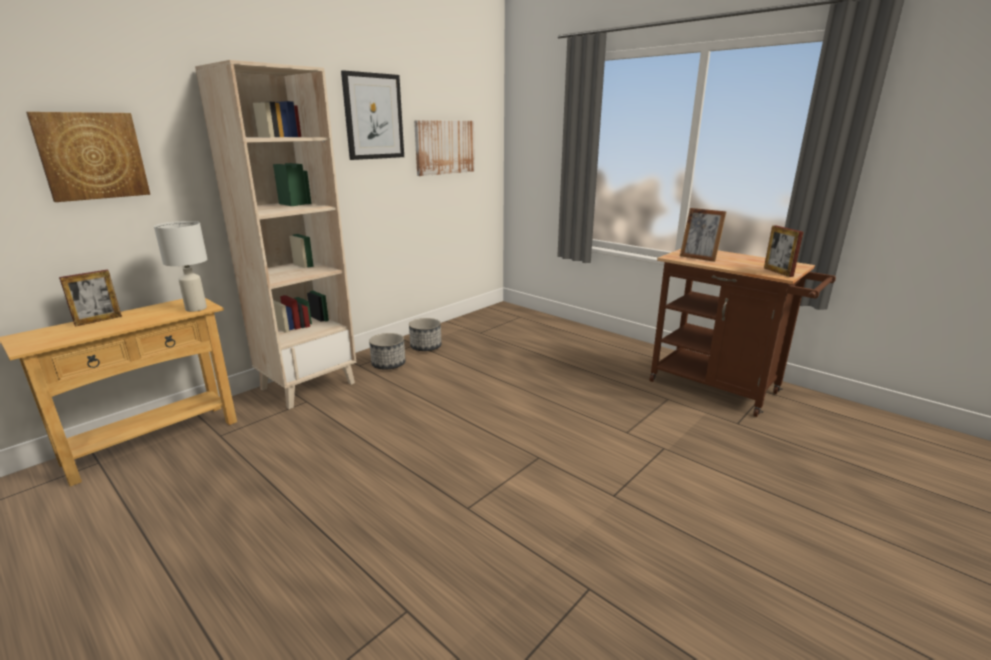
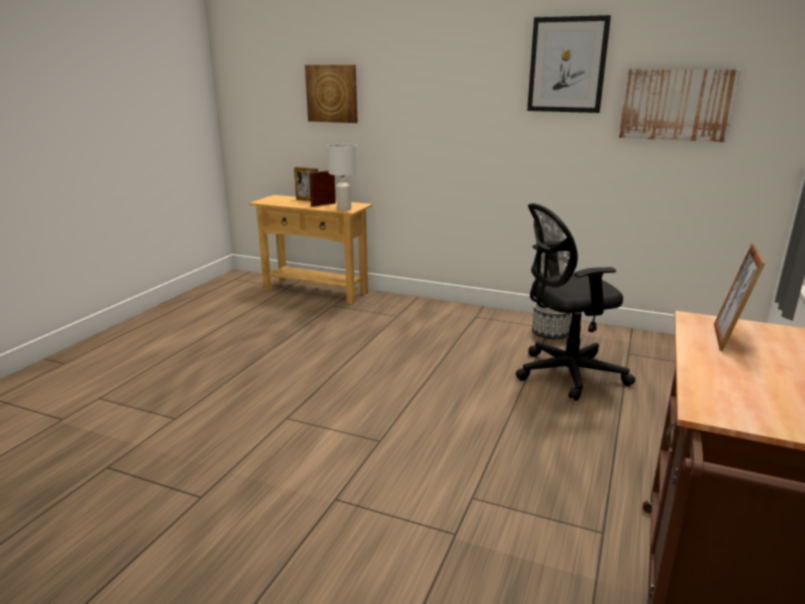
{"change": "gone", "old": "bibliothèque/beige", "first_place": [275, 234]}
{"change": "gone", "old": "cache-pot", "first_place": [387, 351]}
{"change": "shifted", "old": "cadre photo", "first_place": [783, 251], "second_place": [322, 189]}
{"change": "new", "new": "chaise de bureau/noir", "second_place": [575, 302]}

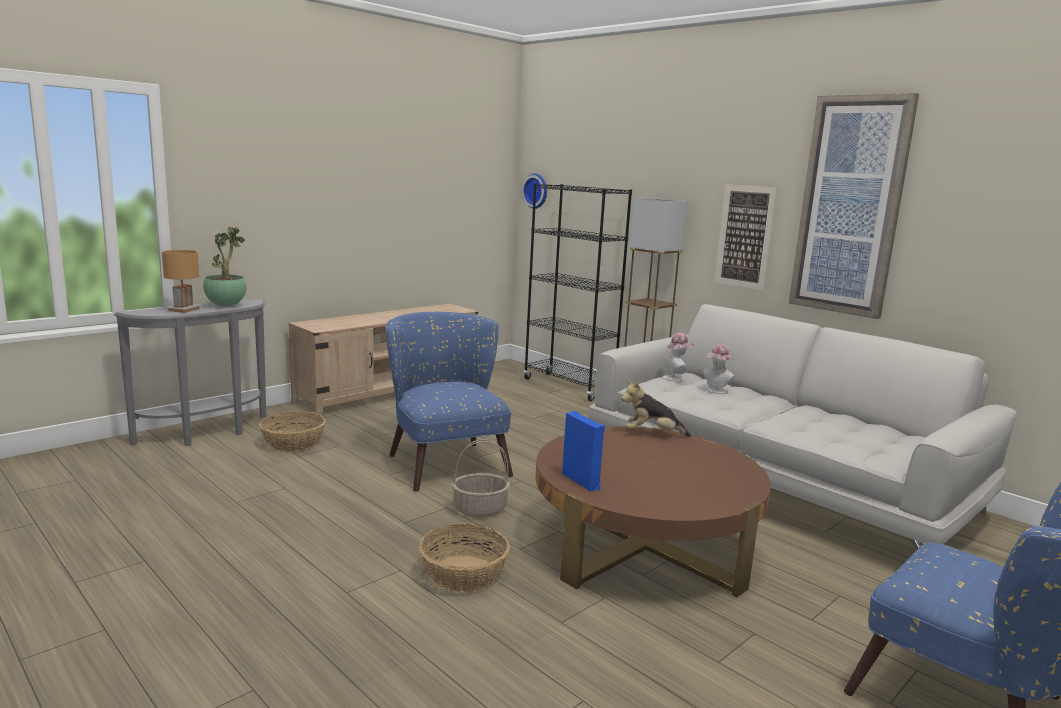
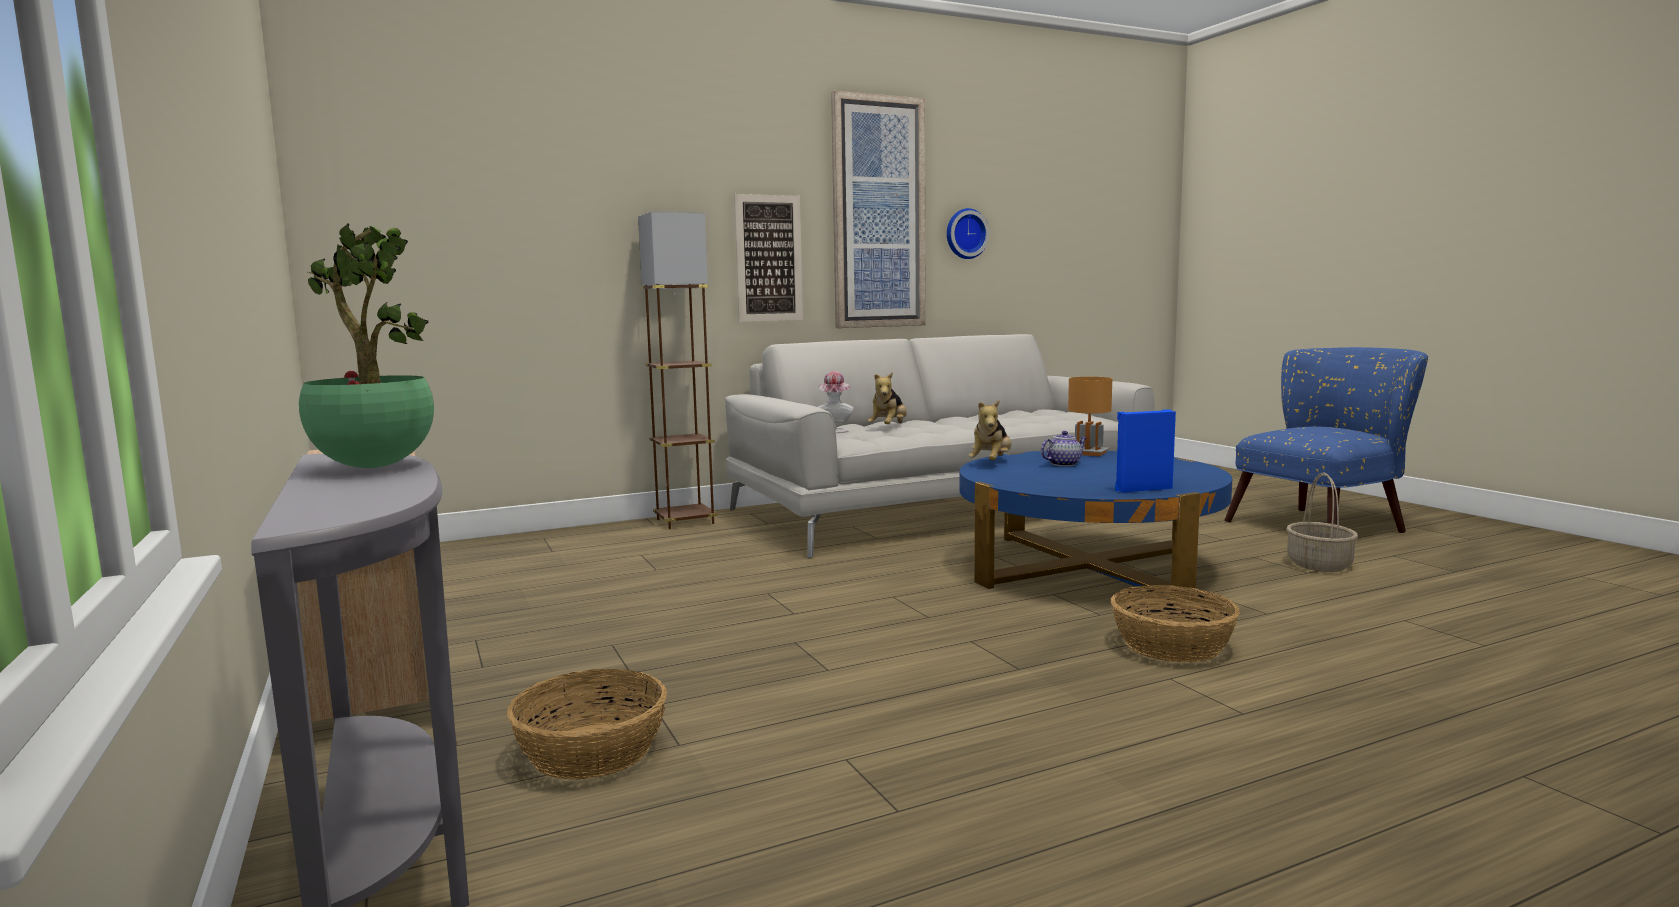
{"change": "shifted", "old": "lampe de table/marron", "first_place": [182, 281], "second_place": [1090, 416]}
{"change": "gone", "old": "fauteuil/bleu", "first_place": [449, 402]}
{"change": "shifted", "old": "panier", "first_place": [481, 478], "second_place": [1322, 522]}
{"change": "shifted", "old": "horloge murale", "first_place": [534, 191], "second_place": [968, 233]}
{"change": "gone", "old": "bibliothèque/noir", "first_place": [578, 292]}
{"change": "repainted", "old": "table basse/marron", "new": "table basse/bleu", "first_place": [653, 511], "second_place": [1095, 527]}
{"change": "swapped", "old": "chapeau", "new": "peluche", "first_place": [718, 369], "second_place": [887, 398]}
{"change": "new", "new": "théière", "second_place": [1063, 448]}

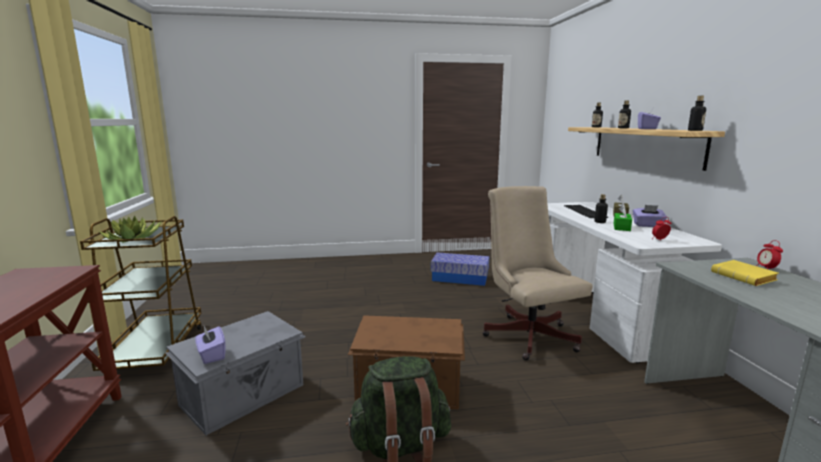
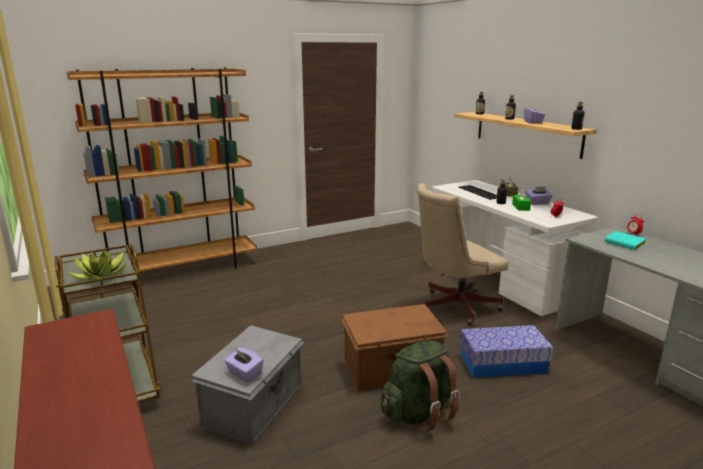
{"change": "shifted", "old": "boîte de rangement", "first_place": [460, 269], "second_place": [506, 351]}
{"change": "rotated", "old": "chaise de bureau/beige", "first_place": [537, 273], "second_place": [462, 254], "degrees": -75}
{"change": "repainted", "old": "livre/jaune", "new": "livre/turquoise", "first_place": [745, 273], "second_place": [625, 240]}
{"change": "new", "new": "bibliothèque/marron", "second_place": [161, 178]}

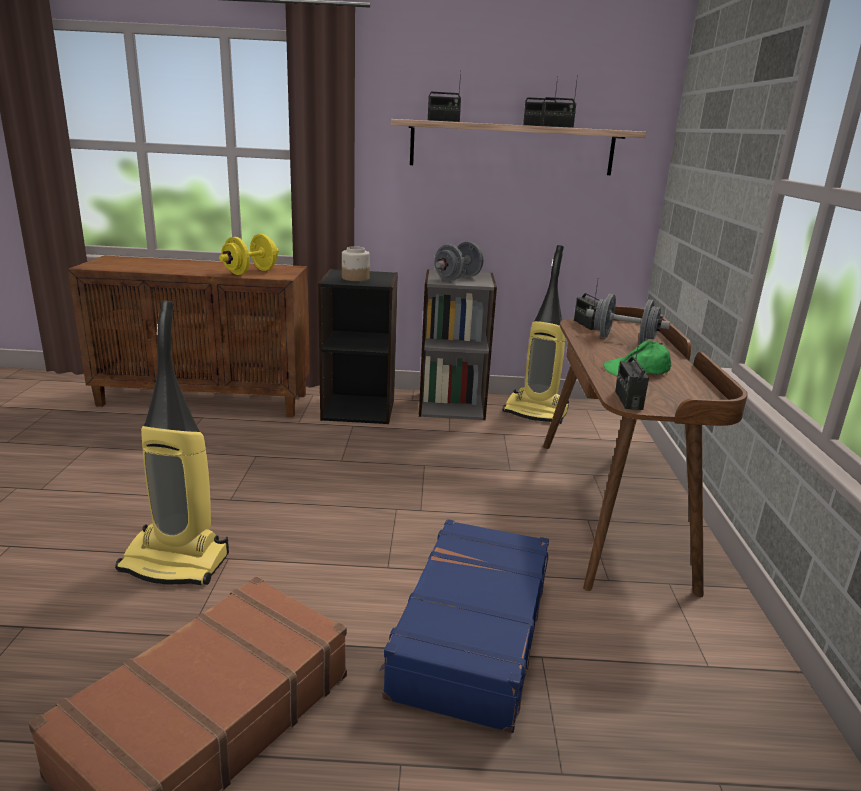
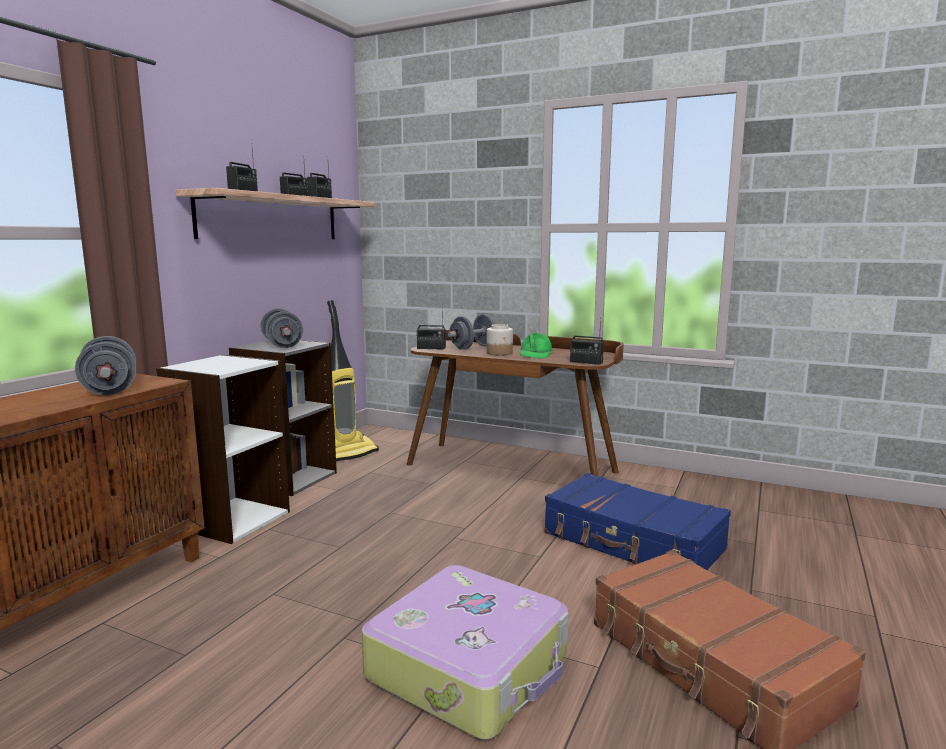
{"change": "swapped", "old": "aspirateur", "new": "valise", "first_place": [172, 442], "second_place": [465, 652]}
{"change": "repainted", "old": "haltère/jaune", "new": "haltère/gris", "first_place": [249, 254], "second_place": [105, 365]}
{"change": "repainted", "old": "bibliothèque/noir", "new": "bibliothèque/blanc", "first_place": [358, 346], "second_place": [223, 449]}
{"change": "shifted", "old": "bocal", "first_place": [356, 263], "second_place": [500, 340]}

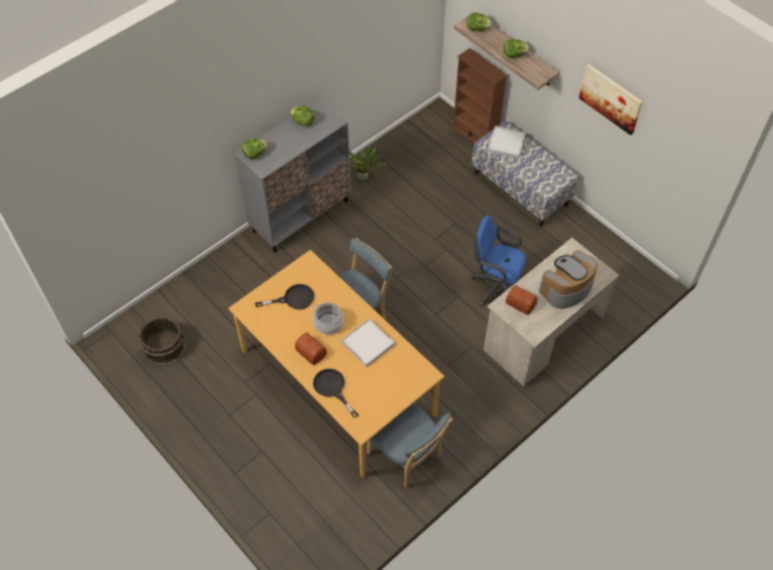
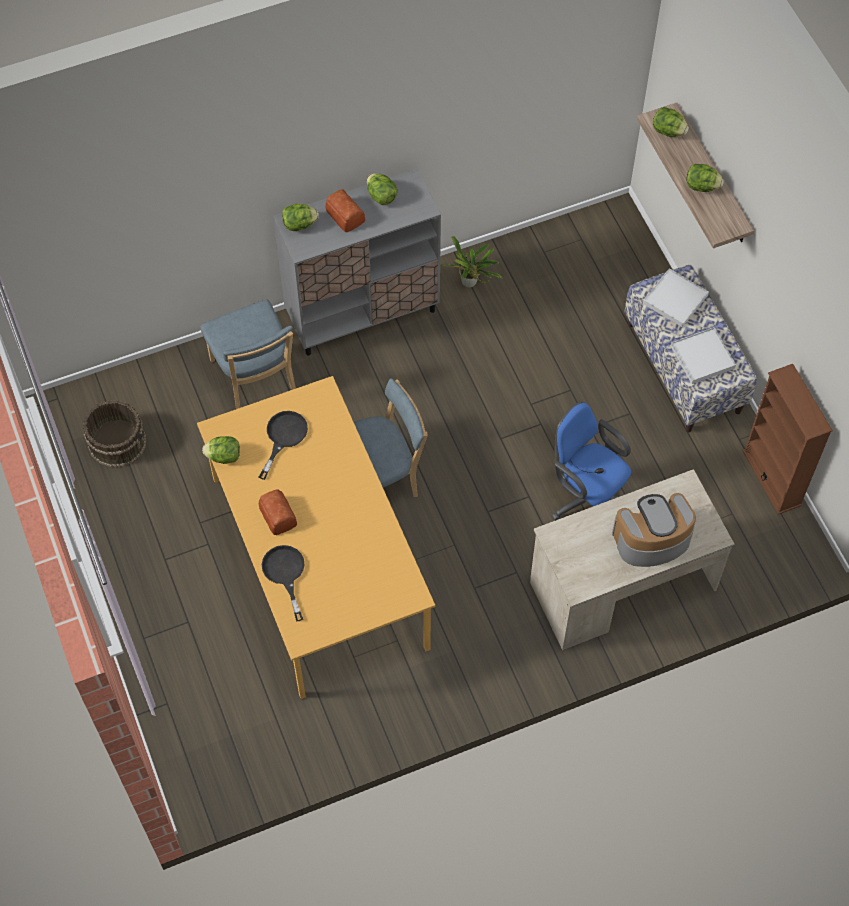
{"change": "rotated", "old": "poêle/noir", "first_place": [284, 297], "second_place": [283, 445], "degrees": -75}
{"change": "gone", "old": "marmite", "first_place": [328, 318]}
{"change": "shifted", "old": "plateau/blanc", "first_place": [368, 342], "second_place": [703, 355]}
{"change": "shifted", "old": "chaise/bleu", "first_place": [410, 445], "second_place": [248, 354]}
{"change": "shifted", "old": "bibliothèque/marron", "first_place": [479, 96], "second_place": [788, 439]}
{"change": "shifted", "old": "pain", "first_place": [521, 300], "second_place": [345, 210]}
{"change": "gone", "old": "tableau", "first_place": [611, 99]}
{"change": "new", "new": "laitue", "second_place": [221, 450]}

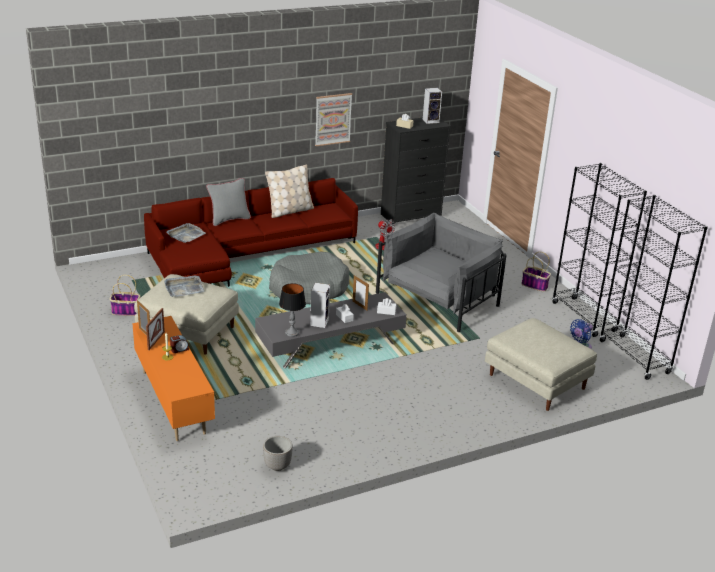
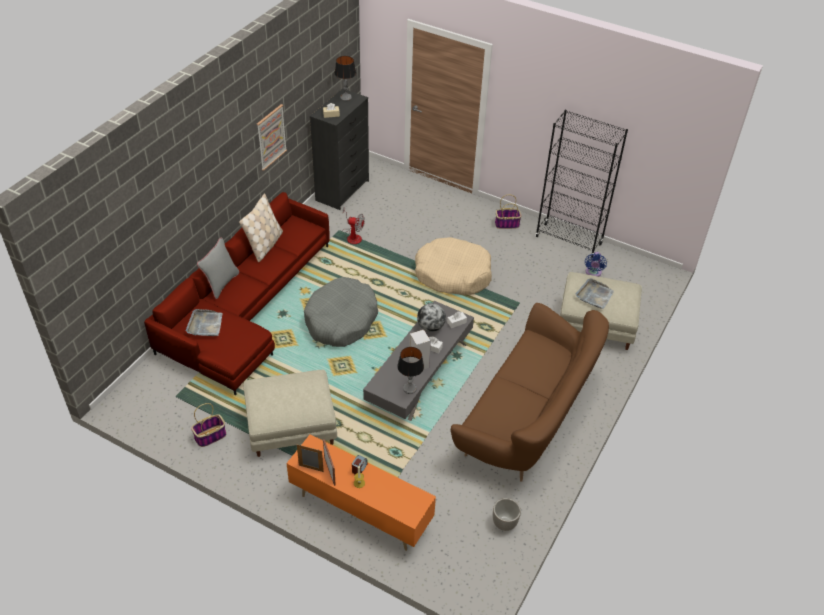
{"change": "shifted", "old": "plateau/gris", "first_place": [184, 286], "second_place": [595, 293]}
{"change": "swapped", "old": "cadre photo", "new": "globe", "first_place": [361, 292], "second_place": [431, 317]}
{"change": "swapped", "old": "fauteuil/gris", "new": "panier pour chien/beige", "first_place": [441, 272], "second_place": [453, 266]}
{"change": "swapped", "old": "enceinte", "new": "lampe de table", "first_place": [432, 106], "second_place": [345, 78]}
{"change": "gone", "old": "bibliothèque/noir", "first_place": [654, 287]}
{"change": "new", "new": "canapé/marron", "second_place": [530, 392]}

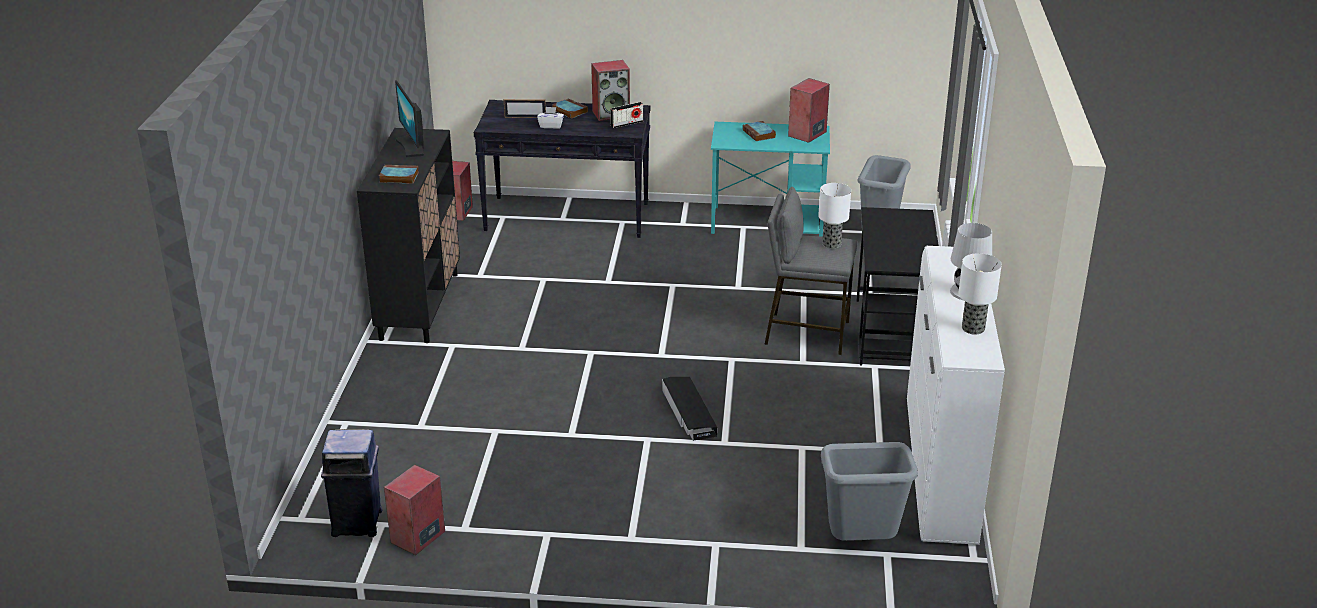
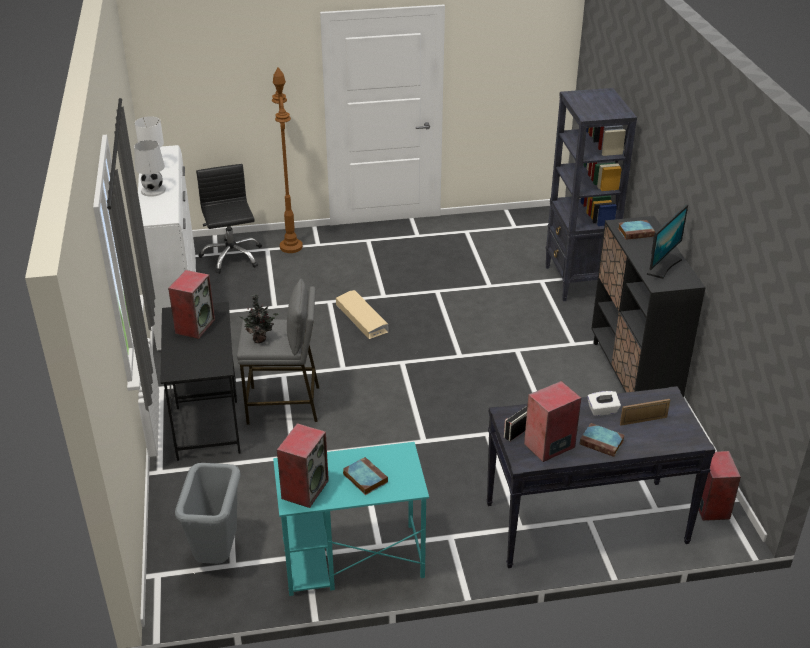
{"change": "gone", "old": "poubelle/bleu", "first_place": [351, 483]}
{"change": "shifted", "old": "enceinte", "first_place": [414, 509], "second_place": [191, 304]}
{"change": "rotated", "old": "écran d'ordinateur", "first_place": [409, 118], "second_place": [667, 241], "degrees": 75}
{"change": "repainted", "old": "boîte de rangement/noir", "new": "boîte de rangement/beige", "first_place": [690, 409], "second_place": [362, 314]}
{"change": "swapped", "old": "lampe de table", "new": "plante en pot", "first_place": [834, 216], "second_place": [259, 318]}
{"change": "swapped", "old": "poubelle/gris", "new": "chaise de bureau/noir", "first_place": [869, 491], "second_place": [229, 219]}
{"change": "new", "new": "lampadaire/marron", "second_place": [287, 160]}
{"change": "new", "new": "bibliothèque/noir", "second_place": [591, 194]}

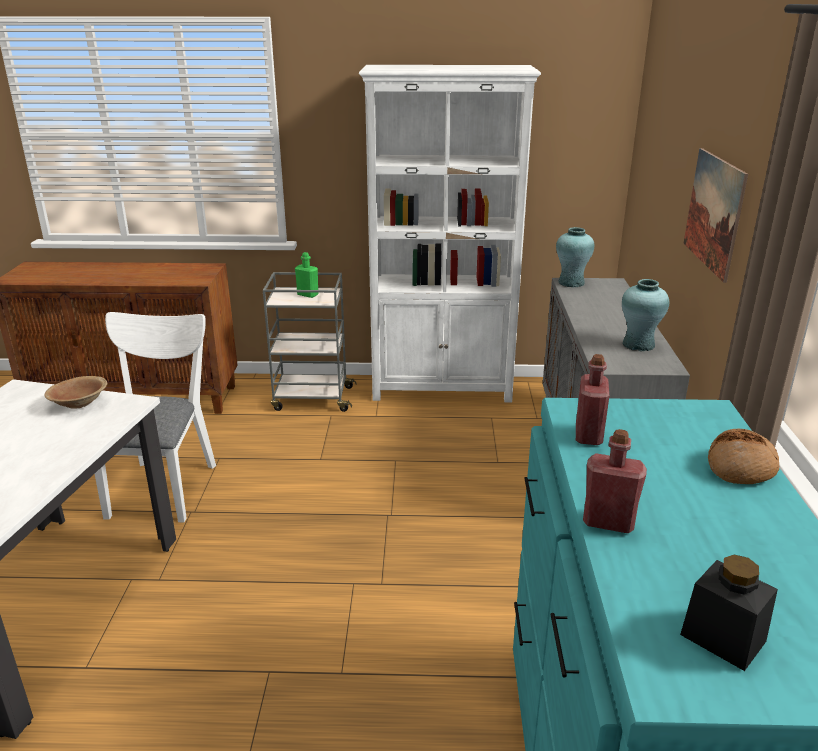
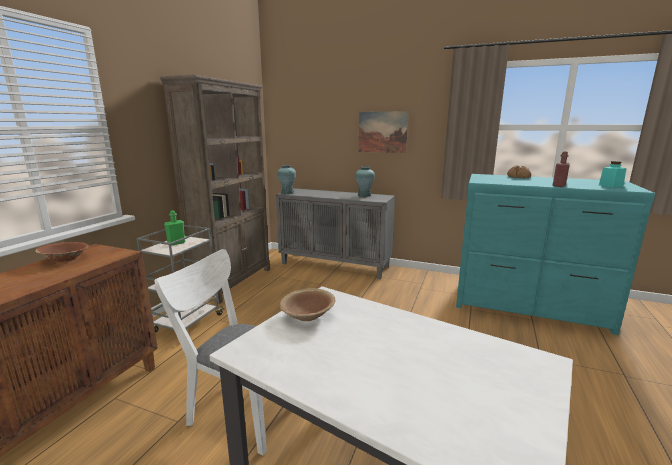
{"change": "repainted", "old": "bibliothèque/blanc", "new": "bibliothèque/marron", "first_place": [450, 233], "second_place": [215, 189]}
{"change": "gone", "old": "bouteille/rouge", "first_place": [592, 399]}
{"change": "repainted", "old": "bocal/noir", "new": "bocal/turquoise", "first_place": [729, 613], "second_place": [612, 174]}
{"change": "new", "new": "bol/marron", "second_place": [62, 252]}

